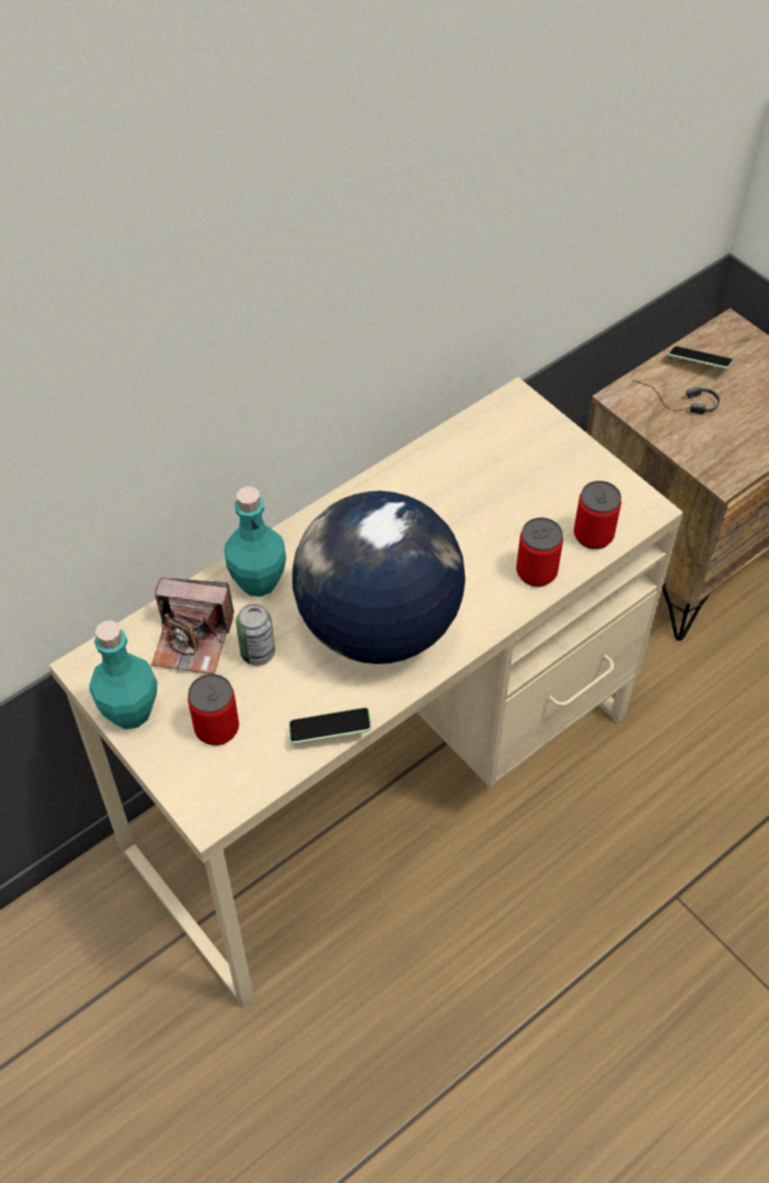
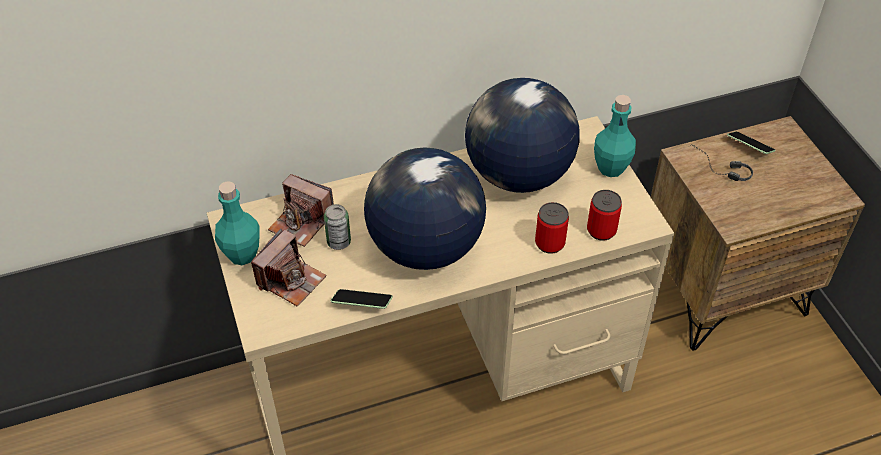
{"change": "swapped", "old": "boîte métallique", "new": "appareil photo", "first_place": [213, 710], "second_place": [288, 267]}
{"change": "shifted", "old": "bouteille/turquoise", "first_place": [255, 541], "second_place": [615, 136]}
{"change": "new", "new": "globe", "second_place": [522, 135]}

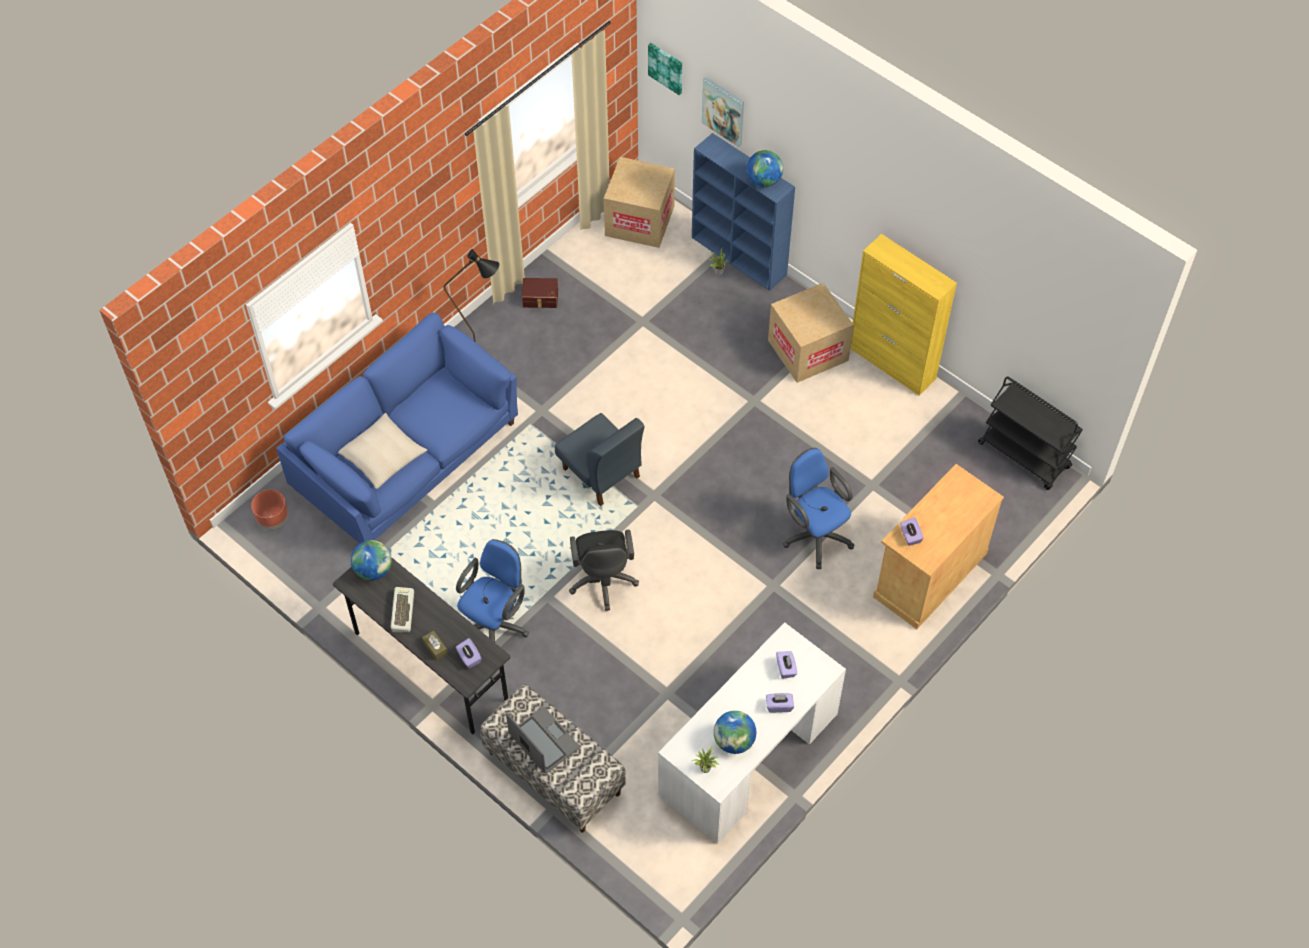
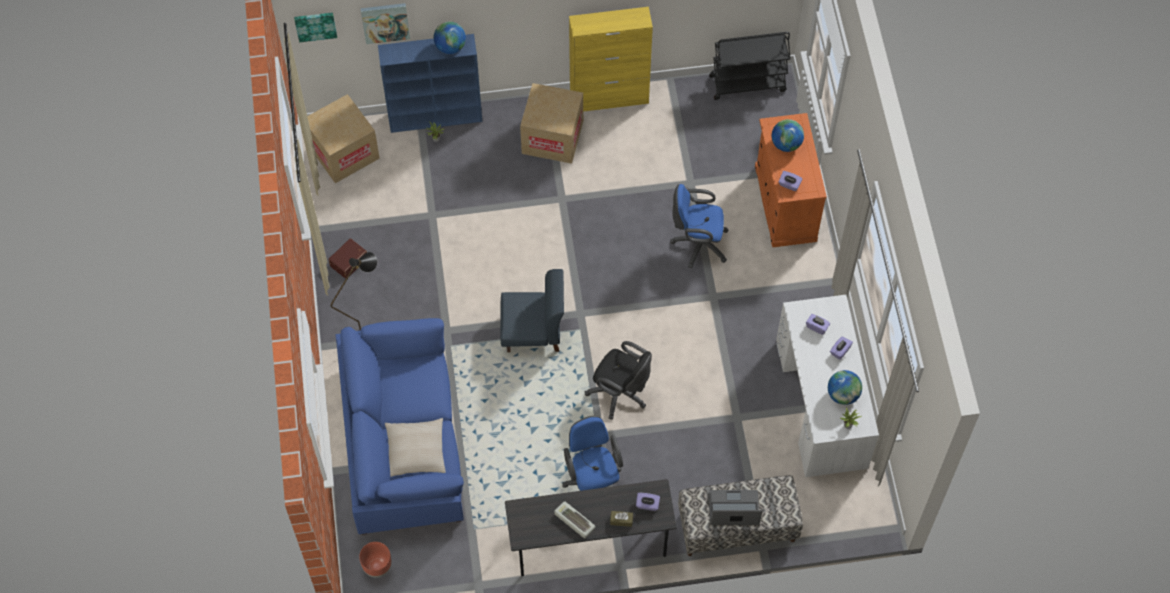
{"change": "shifted", "old": "globe", "first_place": [371, 560], "second_place": [788, 135]}
{"change": "repainted", "old": "meuble de rangement/beige", "new": "meuble de rangement/orange", "first_place": [938, 546], "second_place": [791, 180]}

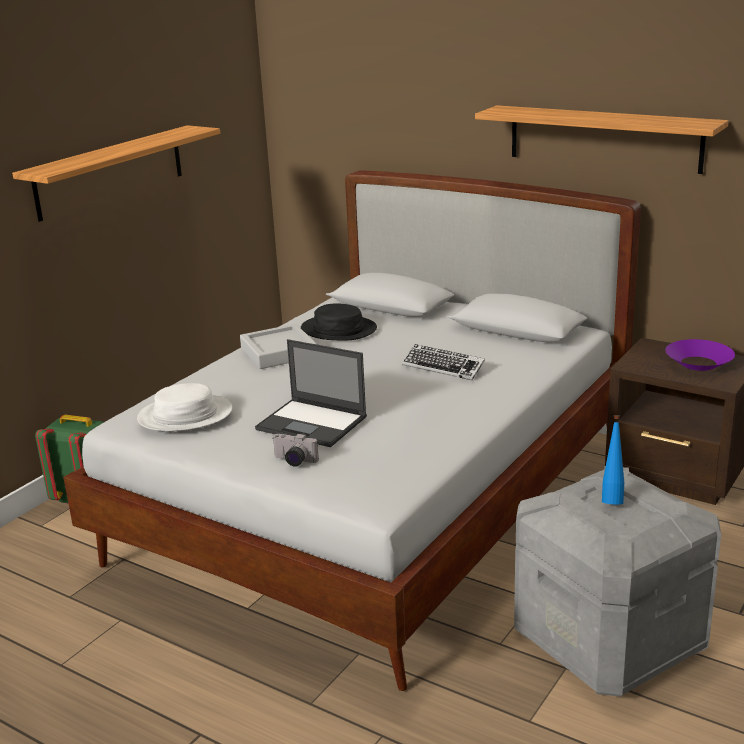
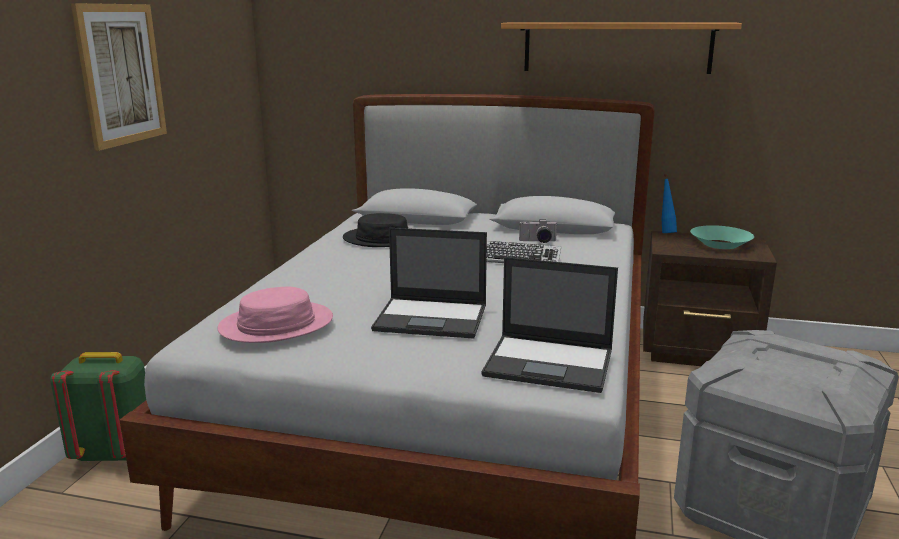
{"change": "swapped", "old": "étagère", "new": "tableau", "first_place": [116, 173], "second_place": [119, 77]}
{"change": "repainted", "old": "chapeau/blanc", "new": "chapeau/rose", "first_place": [184, 407], "second_place": [275, 315]}
{"change": "gone", "old": "plateau/gris", "first_place": [278, 346]}
{"change": "shifted", "old": "appareil photo", "first_place": [295, 450], "second_place": [538, 231]}
{"change": "shifted", "old": "bouteille/bleu", "first_place": [613, 459], "second_place": [669, 203]}
{"change": "repainted", "old": "bol/violet", "new": "bol/turquoise", "first_place": [700, 355], "second_place": [722, 237]}
{"change": "new", "new": "ordinateur portable", "second_place": [550, 325]}

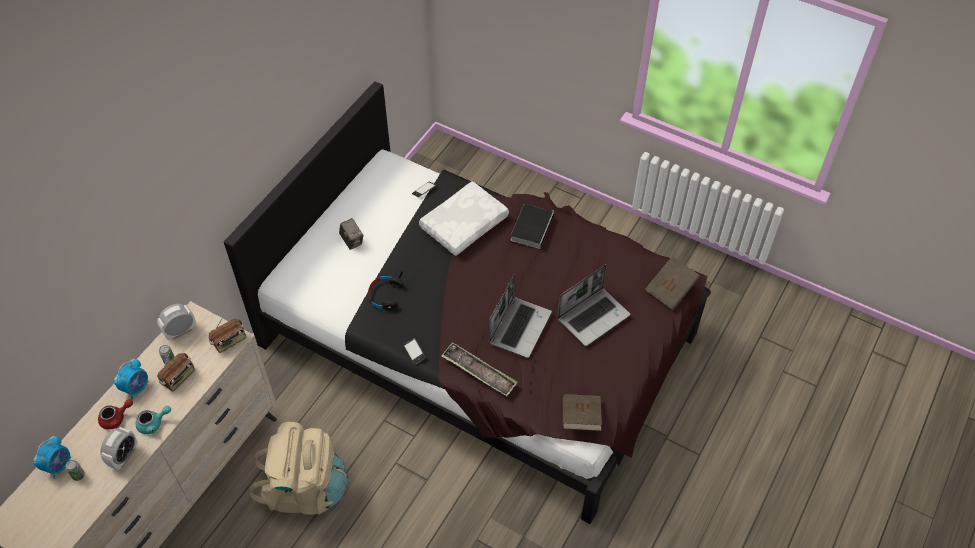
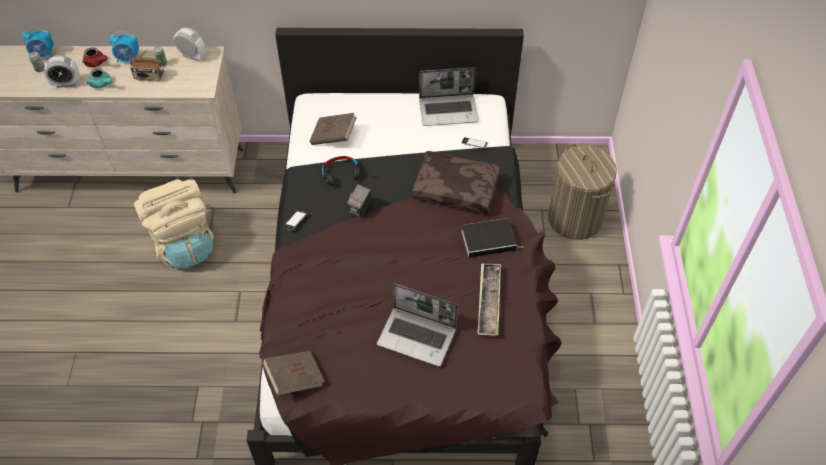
{"change": "gone", "old": "radio", "first_place": [227, 333]}
{"change": "shifted", "old": "appareil photo", "first_place": [351, 234], "second_place": [359, 200]}
{"change": "repainted", "old": "coussin/blanc", "new": "coussin/marron", "first_place": [464, 218], "second_place": [456, 182]}
{"change": "shifted", "old": "plateau", "first_place": [479, 369], "second_place": [489, 300]}
{"change": "shifted", "old": "ordinateur portable", "first_place": [520, 316], "second_place": [449, 96]}
{"change": "shifted", "old": "livre/marron", "first_place": [673, 283], "second_place": [333, 129]}
{"change": "new", "new": "panier à linge", "second_place": [582, 192]}

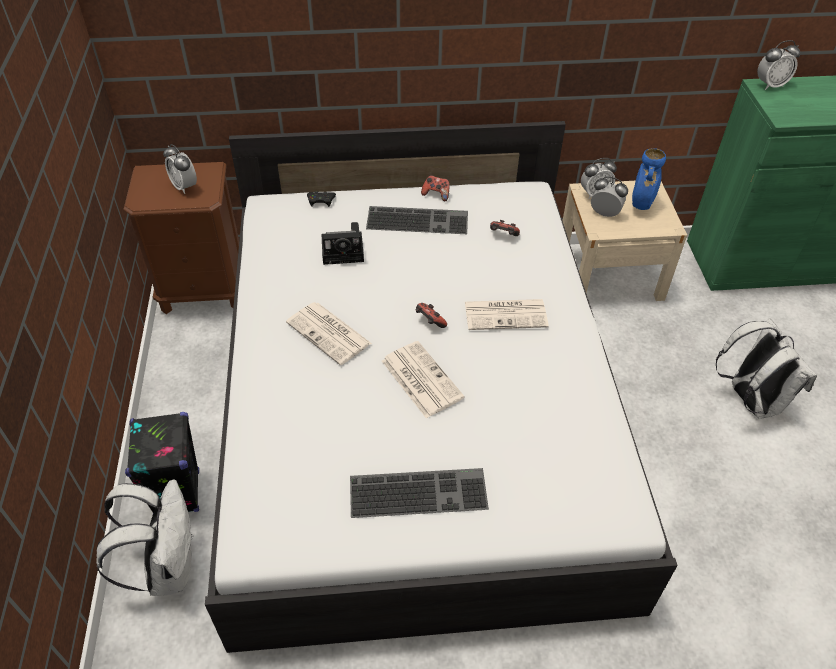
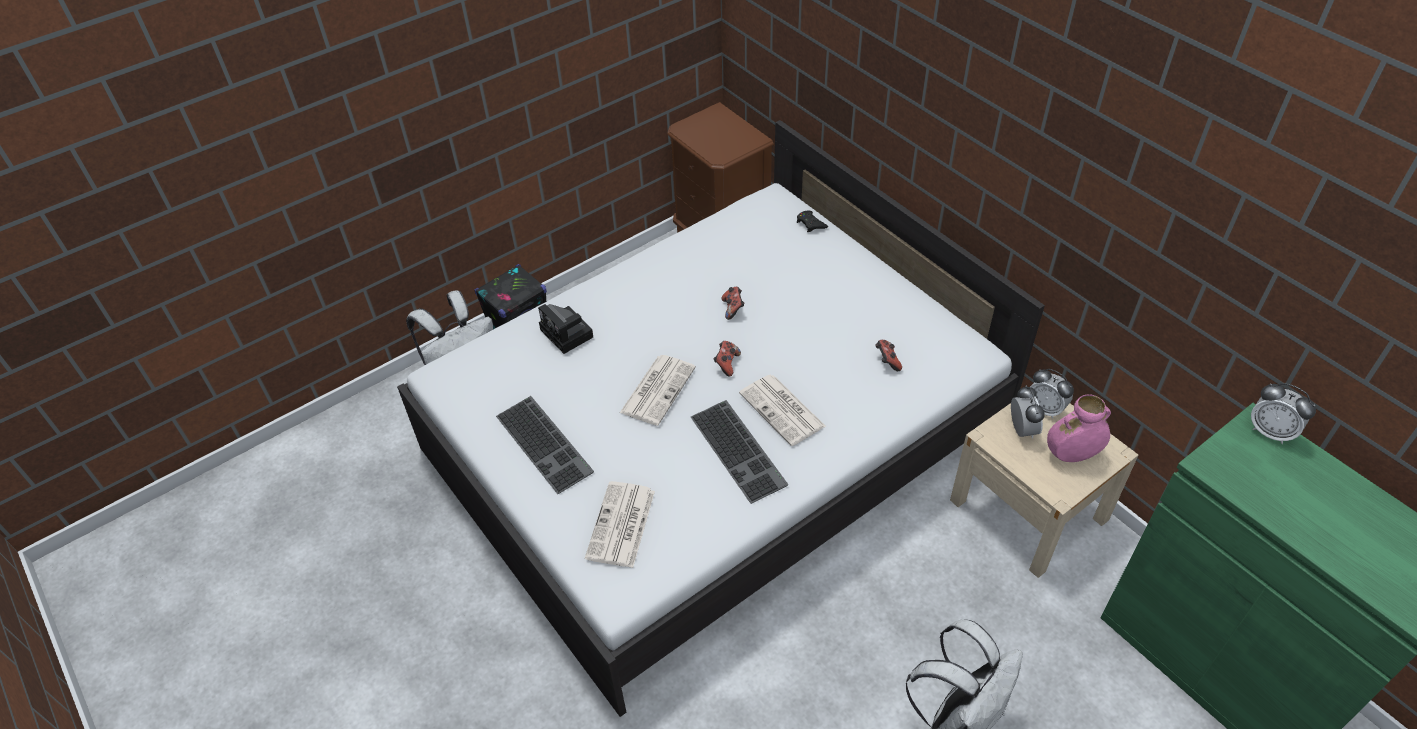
{"change": "gone", "old": "réveil", "first_place": [180, 169]}
{"change": "shifted", "old": "journal", "first_place": [329, 333], "second_place": [620, 524]}
{"change": "shifted", "old": "appareil photo", "first_place": [343, 243], "second_place": [565, 329]}
{"change": "shifted", "old": "clavier", "first_place": [417, 220], "second_place": [739, 452]}
{"change": "shifted", "old": "manette", "first_place": [435, 188], "second_place": [733, 303]}
{"change": "repainted", "old": "vase/bleu", "new": "vase/rose", "first_place": [649, 179], "second_place": [1079, 428]}

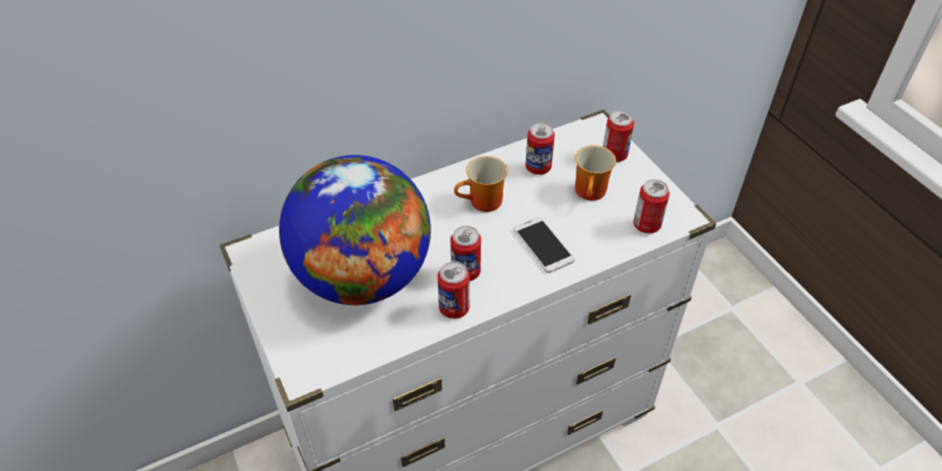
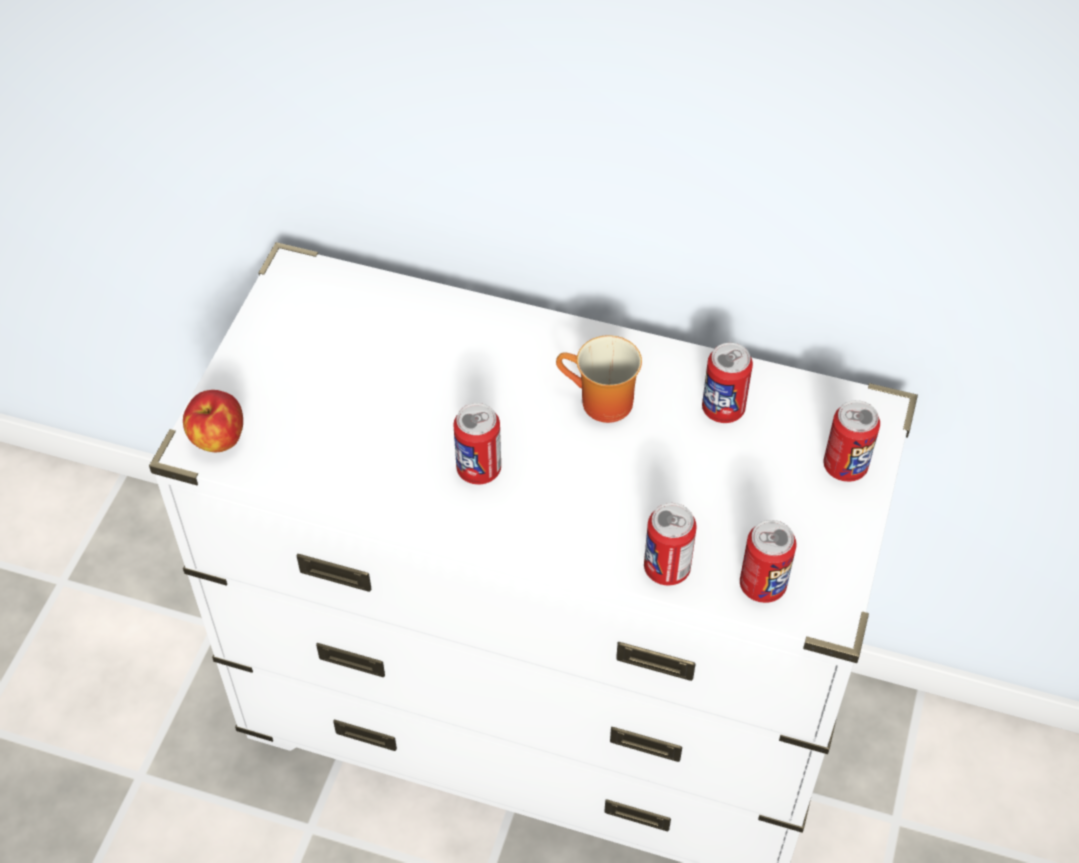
{"change": "gone", "old": "globe", "first_place": [355, 230]}
{"change": "shifted", "old": "boîte métallique", "first_place": [454, 290], "second_place": [670, 544]}
{"change": "gone", "old": "téléphone", "first_place": [544, 245]}
{"change": "gone", "old": "mug", "first_place": [595, 173]}
{"change": "new", "new": "pomme", "second_place": [213, 421]}

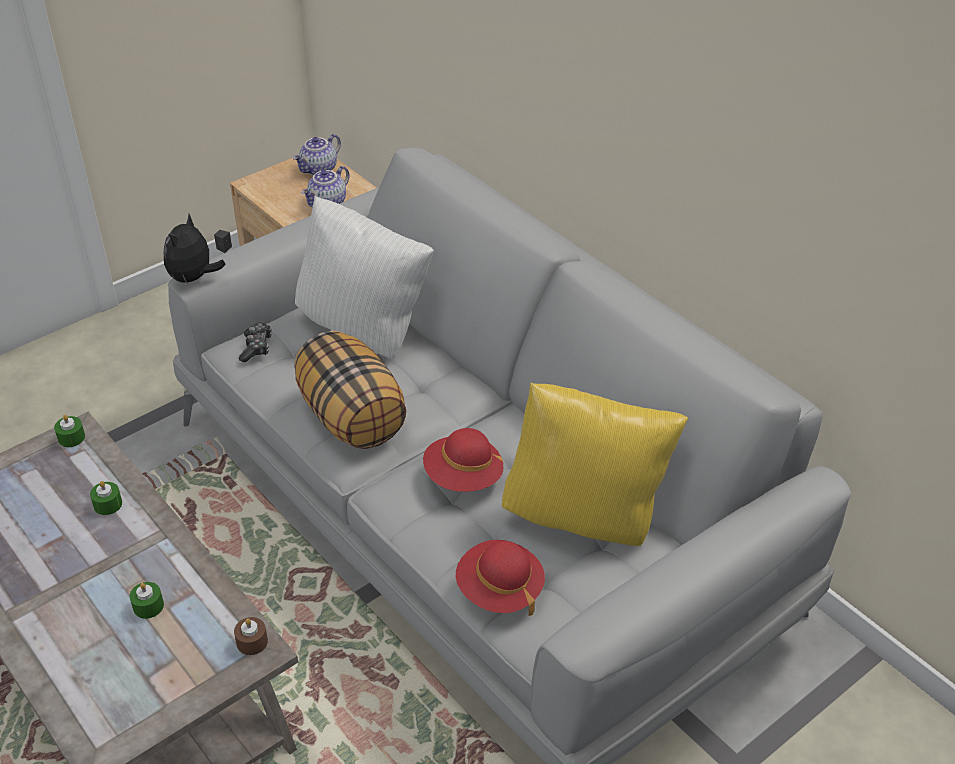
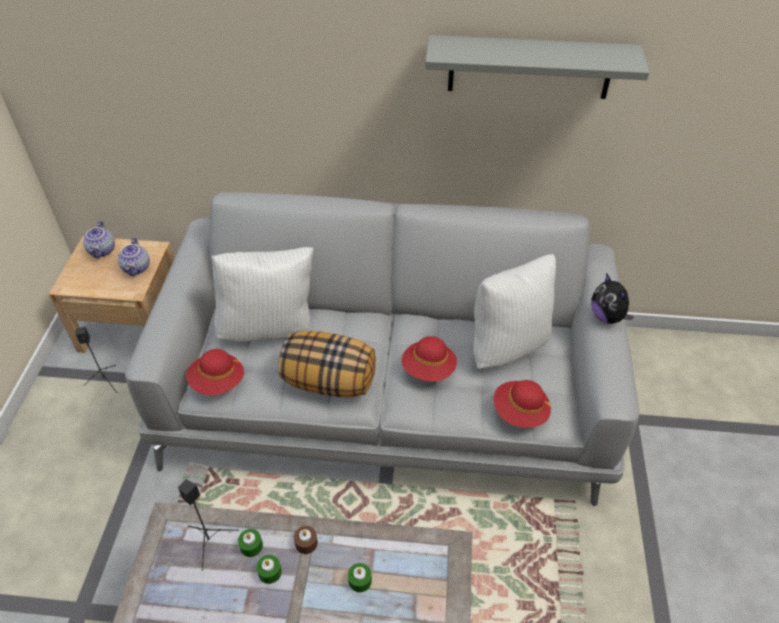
{"change": "shifted", "old": "bougie/vert", "first_place": [69, 431], "second_place": [269, 569]}
{"change": "shifted", "old": "peluche", "first_place": [195, 248], "second_place": [612, 298]}
{"change": "shifted", "old": "bougie/marron", "first_place": [251, 636], "second_place": [306, 540]}
{"change": "swapped", "old": "manette", "new": "chapeau/rouge", "first_place": [255, 342], "second_place": [215, 372]}
{"change": "repainted", "old": "coussin/jaune", "new": "coussin/blanc", "first_place": [595, 464], "second_place": [514, 311]}
{"change": "new", "new": "enceinte/noir", "second_place": [208, 525]}
{"change": "new", "new": "étagère/gris", "second_place": [537, 67]}

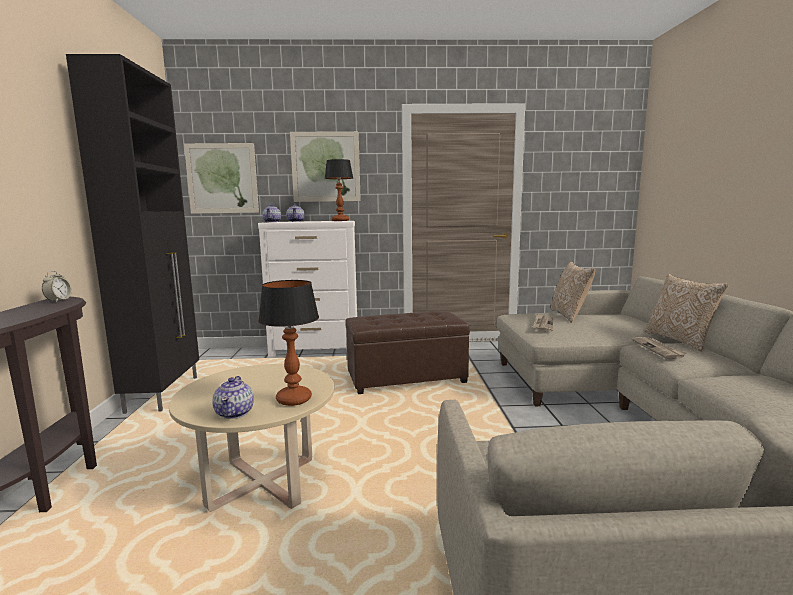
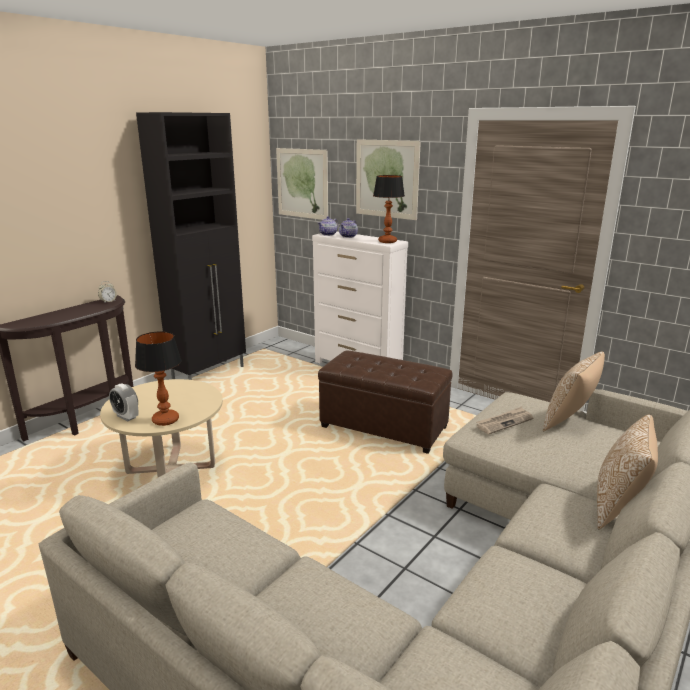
{"change": "swapped", "old": "théière", "new": "réveil", "first_place": [233, 397], "second_place": [124, 402]}
{"change": "gone", "old": "journal", "first_place": [659, 348]}

